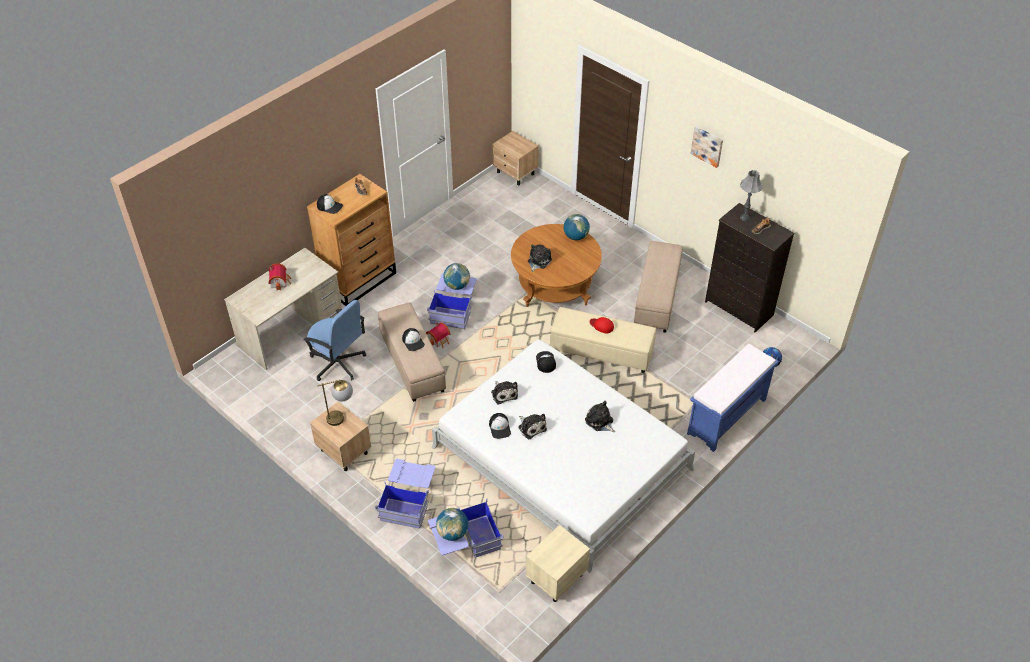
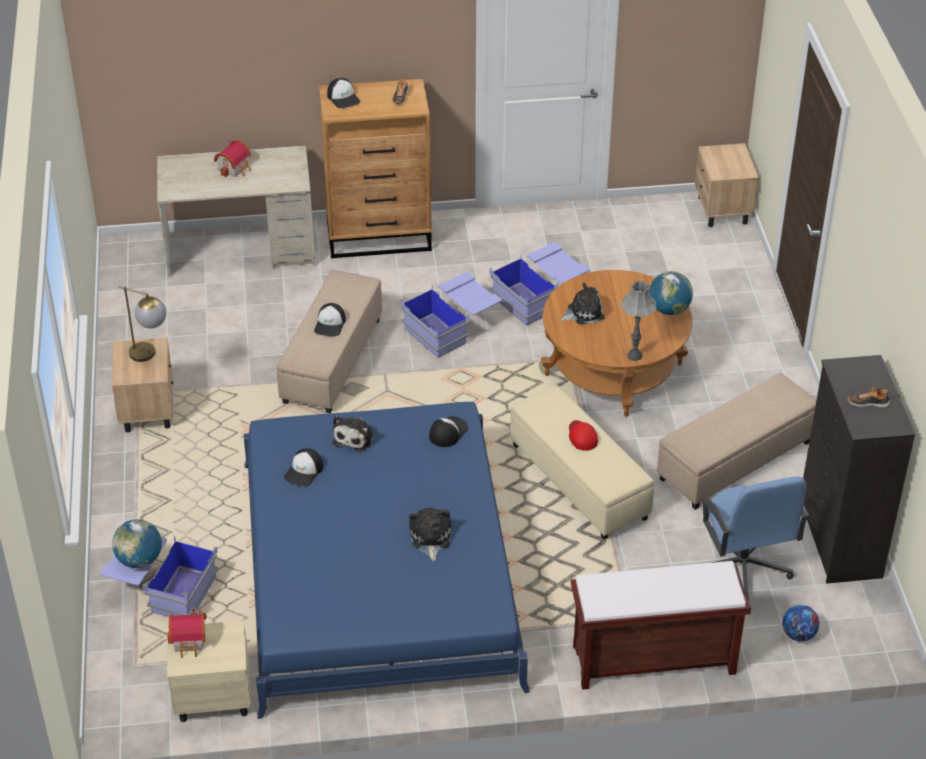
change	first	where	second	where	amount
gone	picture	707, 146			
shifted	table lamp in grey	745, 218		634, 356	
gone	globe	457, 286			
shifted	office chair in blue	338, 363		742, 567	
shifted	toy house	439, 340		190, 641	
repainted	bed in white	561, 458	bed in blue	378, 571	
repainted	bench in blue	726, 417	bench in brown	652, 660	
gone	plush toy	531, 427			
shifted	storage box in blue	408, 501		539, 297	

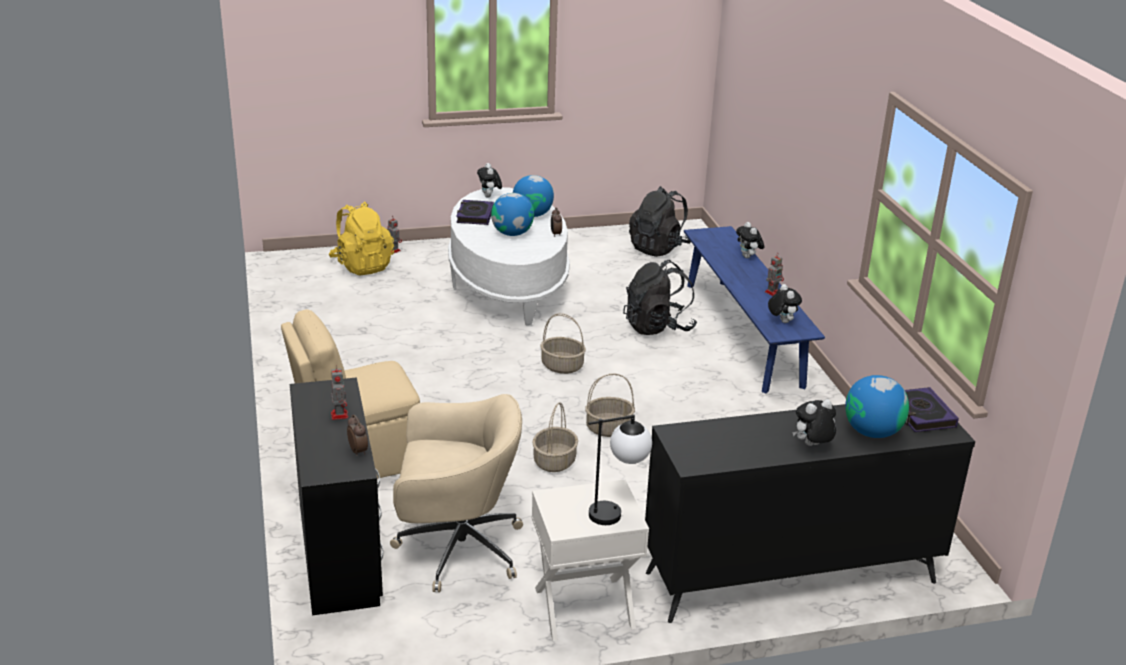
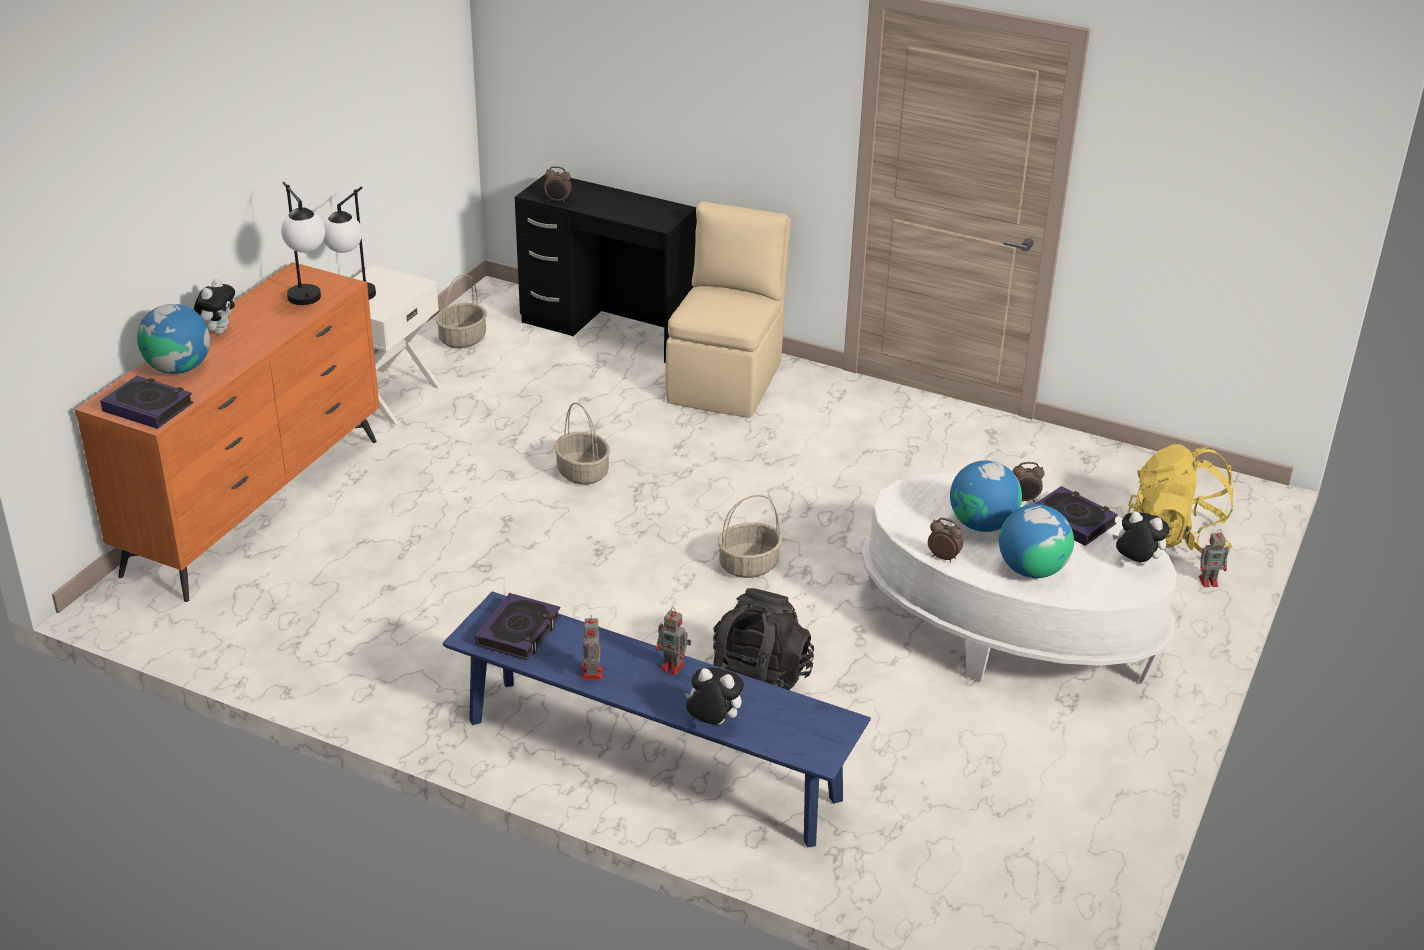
change	first	where	second	where	amount
gone	backpack in black	658, 248			
swapped	plush toy	781, 321	book	519, 632	
shifted	toy robot	339, 414		673, 667	
shifted	basket	608, 429		462, 338	
gone	office chair in beige	456, 549			
repainted	dresser in black	789, 577	dresser in orange	256, 505	
new			table lamp	309, 303	
new			alarm clock	1024, 500	

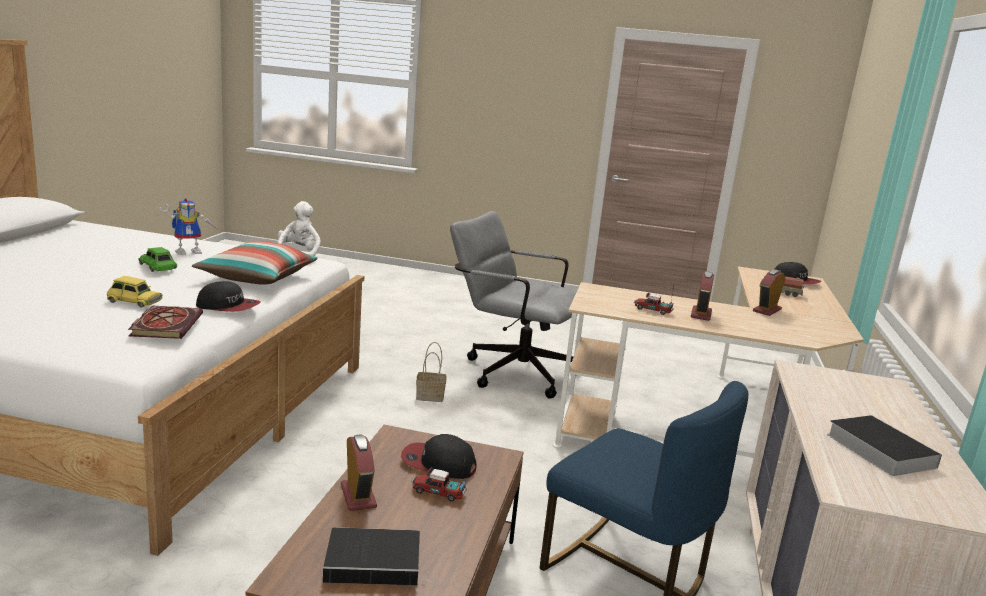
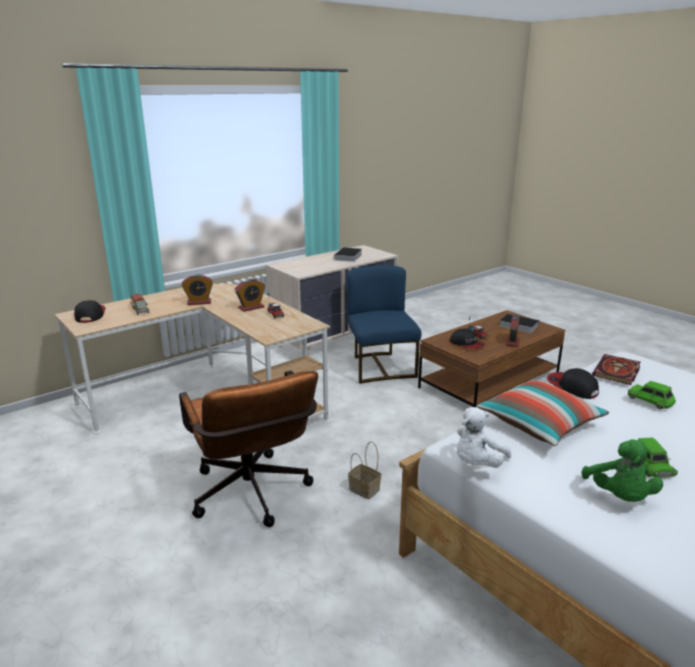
change	first	where	second	where	amount
swapped	toy robot	190, 251	plush toy in green	619, 497	
repainted	office chair in grey	511, 371	office chair in brown	253, 497	
repainted	toy car in yellow	134, 301	toy car in green	650, 400	

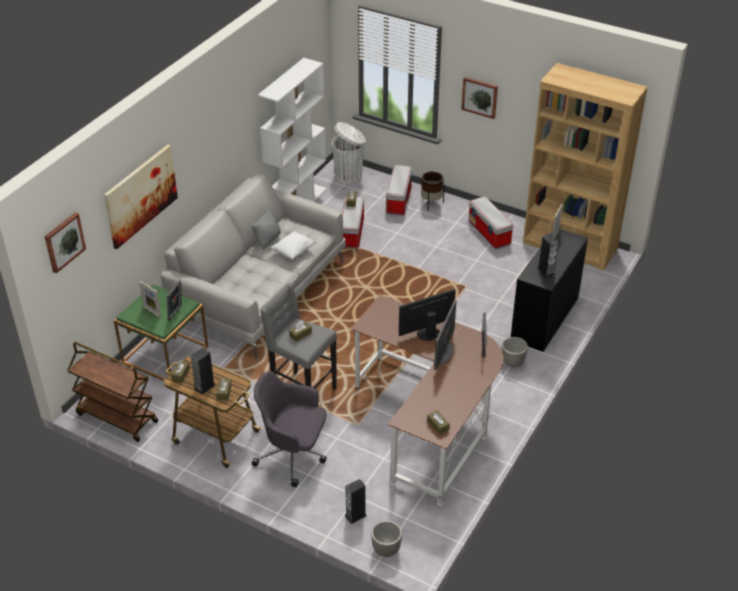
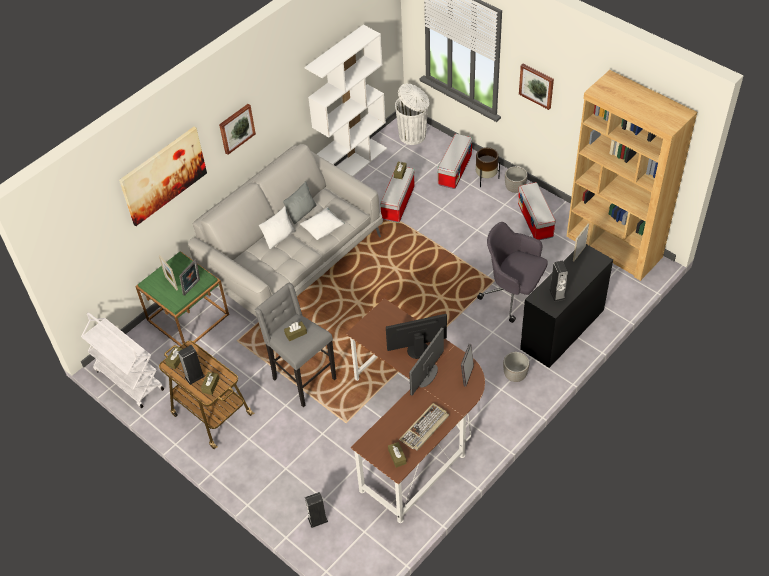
change	first	where	second	where	amount
shifted	picture	64, 242		236, 128	
repainted	cart in brown	116, 418	cart in white	128, 379	
shifted	office chair in grey	293, 455		513, 294	
shifted	planter	386, 550		515, 189	
new			pillow in white	279, 237	
new			keyboard	425, 428	

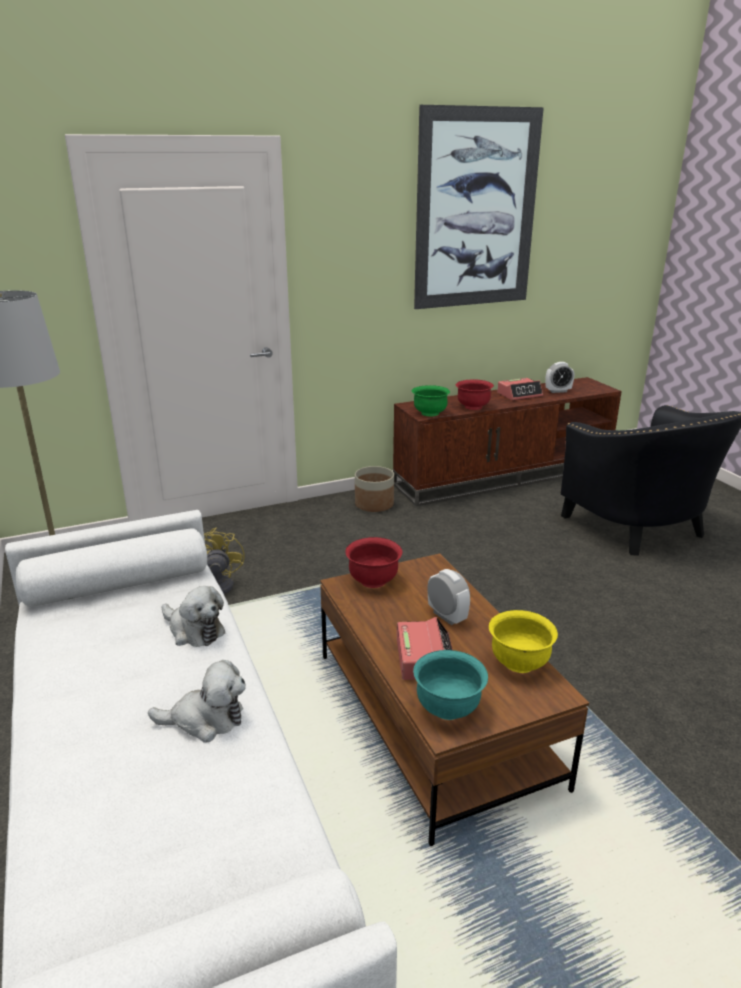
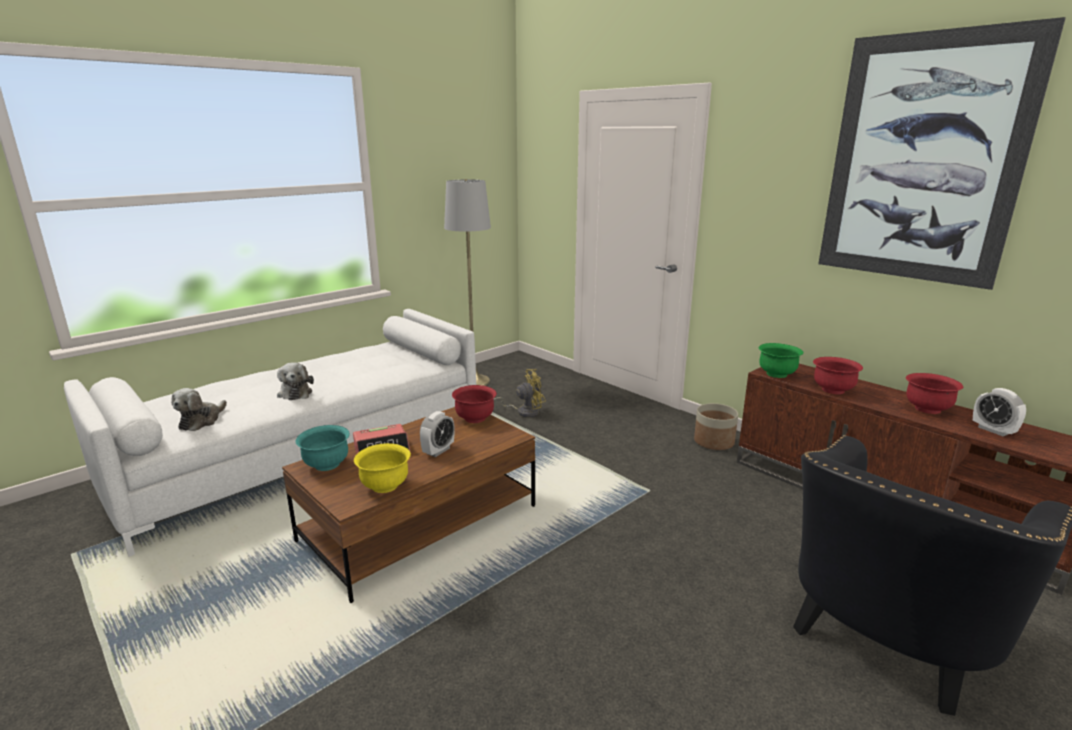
change	first	where	second	where	amount
swapped	alarm clock	519, 394	bowl in red	927, 409	
shifted	plush toy	194, 630		201, 421	

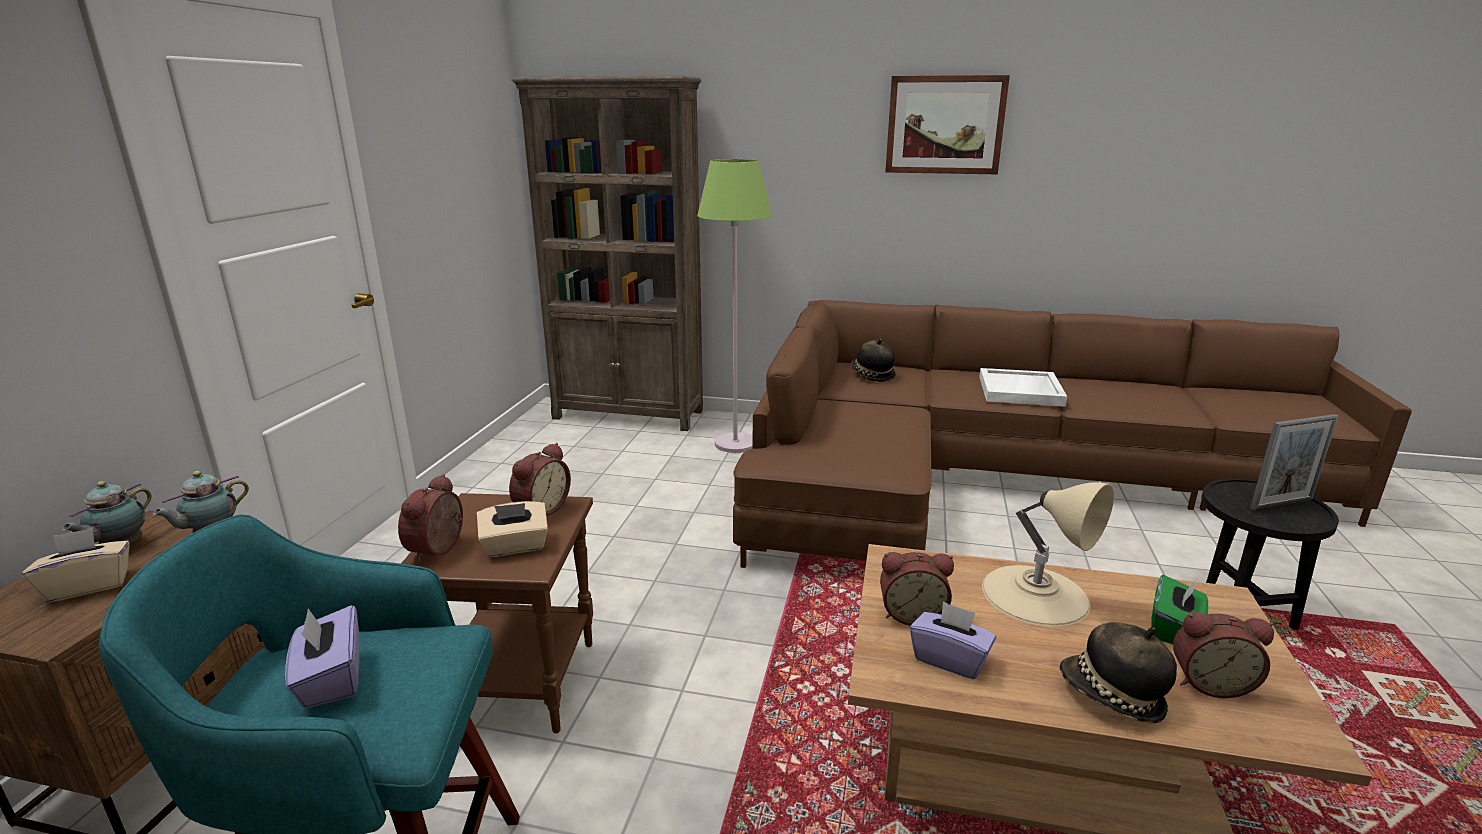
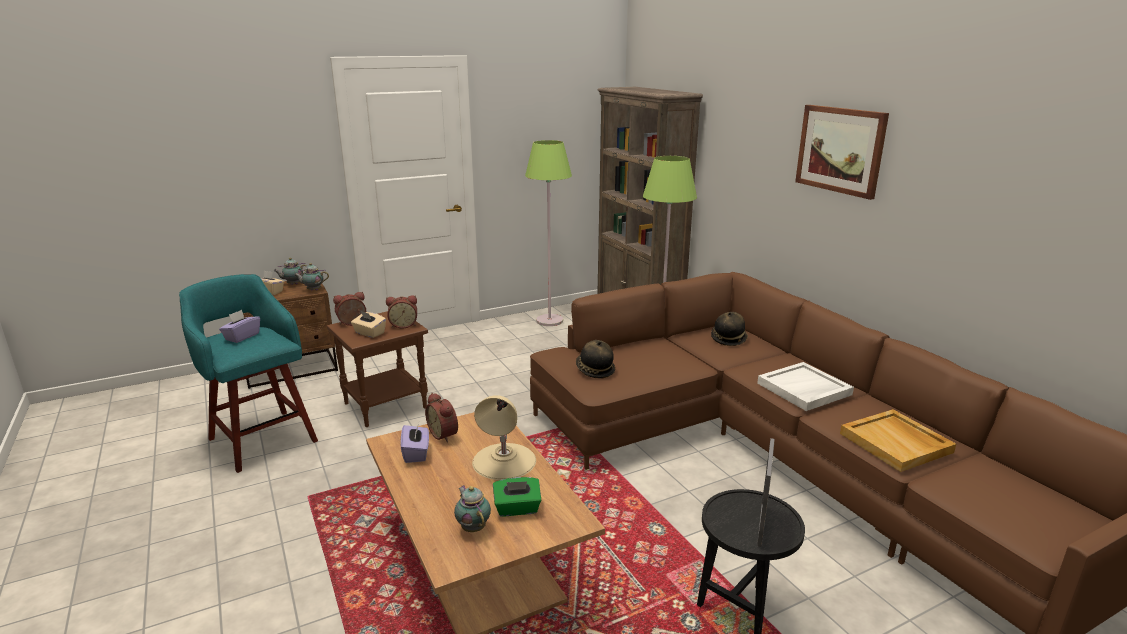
change	first	where	second	where	amount
rotated	picture frame	1281, 503		761, 524	105 degrees counterclockwise
swapped	alarm clock	1209, 682	teapot	473, 527	
shifted	hat	1111, 697		594, 370	
new			floor lamp in green	549, 321	
new			tray in beige	896, 443	

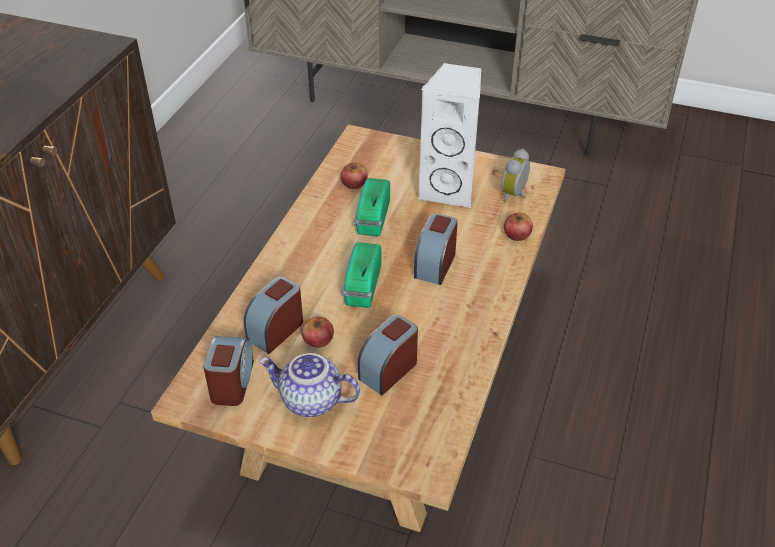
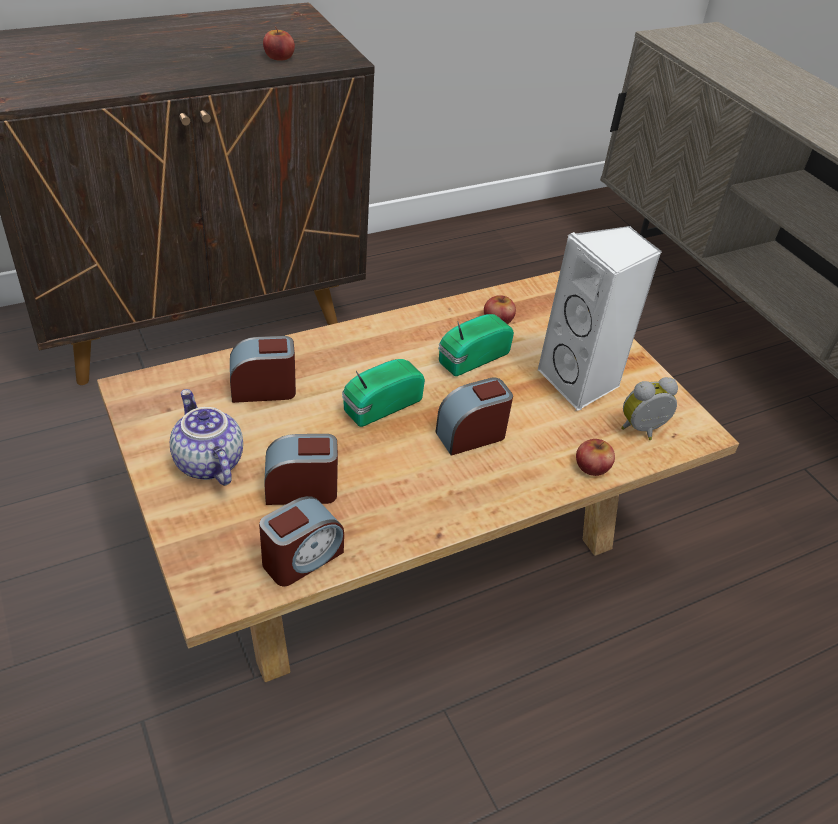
change	first	where	second	where	amount
shifted	apple	318, 339		279, 56	
shifted	alarm clock	232, 382		301, 558	

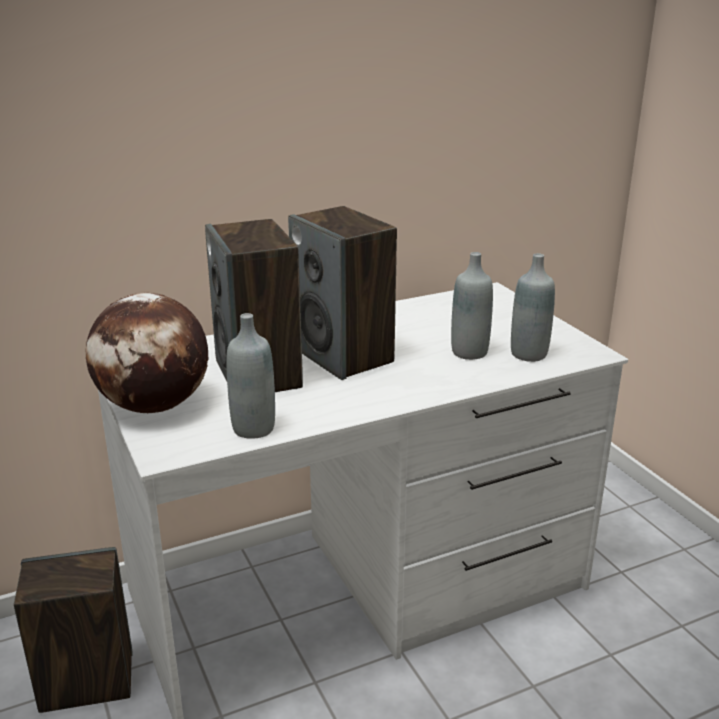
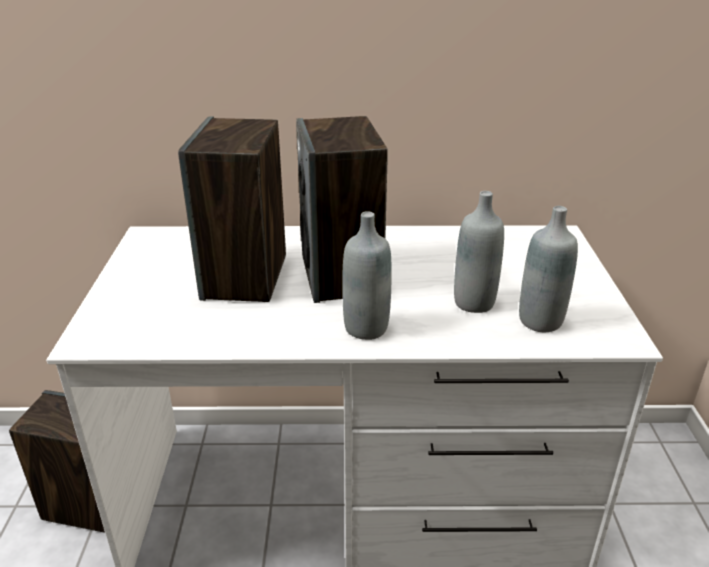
change	first	where	second	where	amount
gone	globe	154, 406			
shifted	bottle in grey	253, 428		366, 328	

